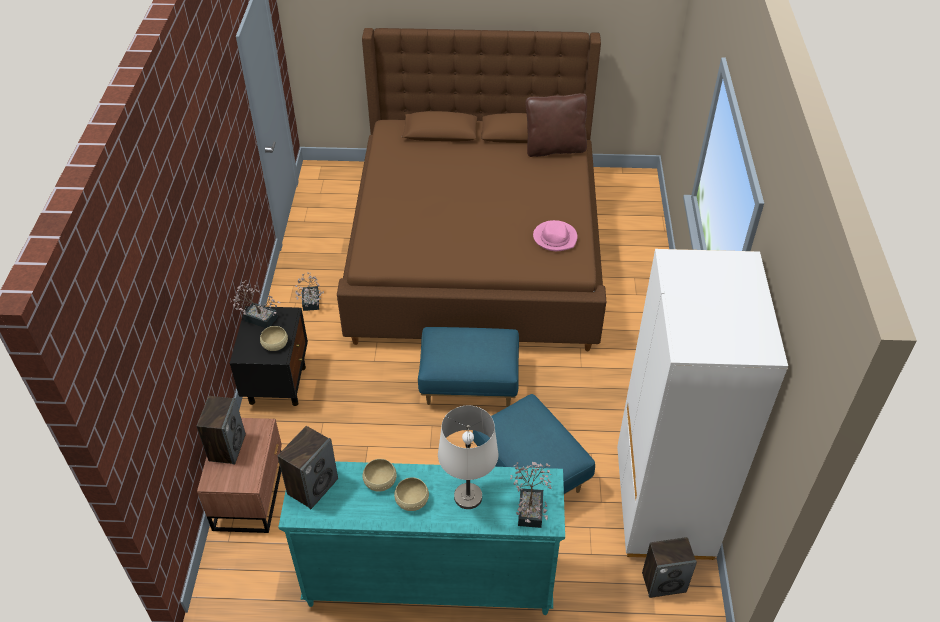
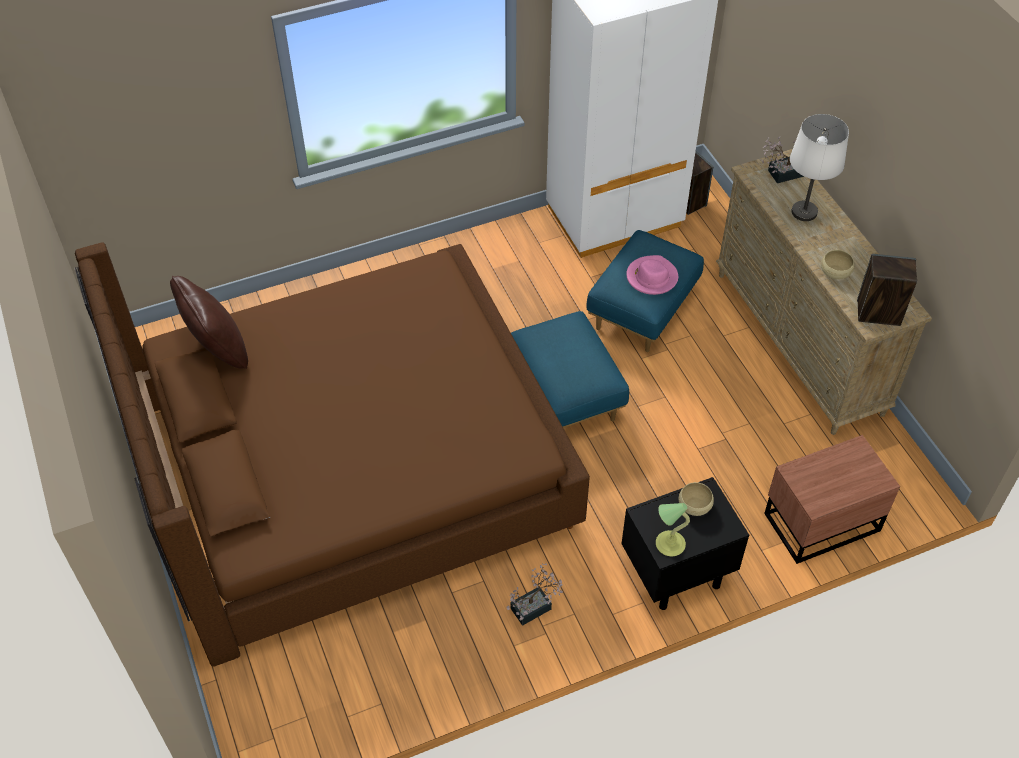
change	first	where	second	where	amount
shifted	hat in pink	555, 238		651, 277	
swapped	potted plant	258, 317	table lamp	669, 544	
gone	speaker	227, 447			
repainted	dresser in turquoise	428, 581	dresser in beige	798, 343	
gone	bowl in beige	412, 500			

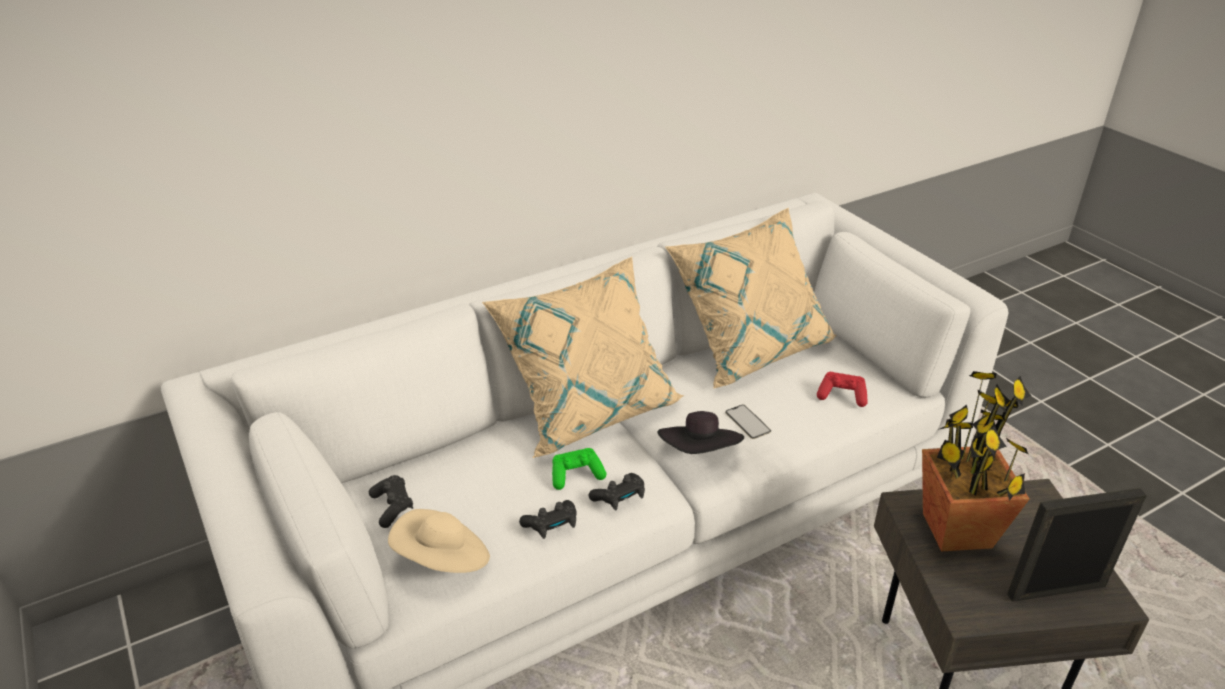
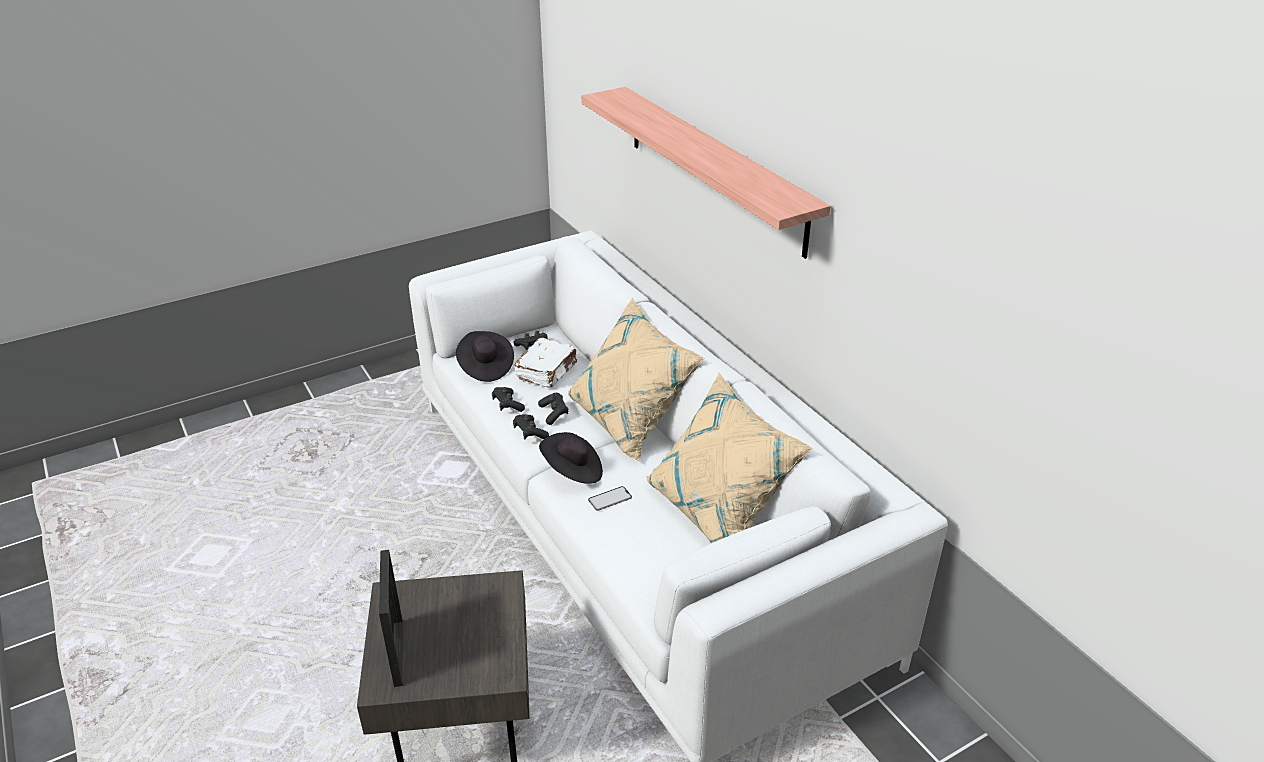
change	first	where	second	where	amount
gone	potted plant	957, 531			
gone	game controller in red	842, 396			
repainted	game controller in green	576, 475	game controller in black	554, 413	
repainted	hat in beige	443, 560	hat in black	485, 367	
new			shelf	714, 168	
new			book in white	547, 372	

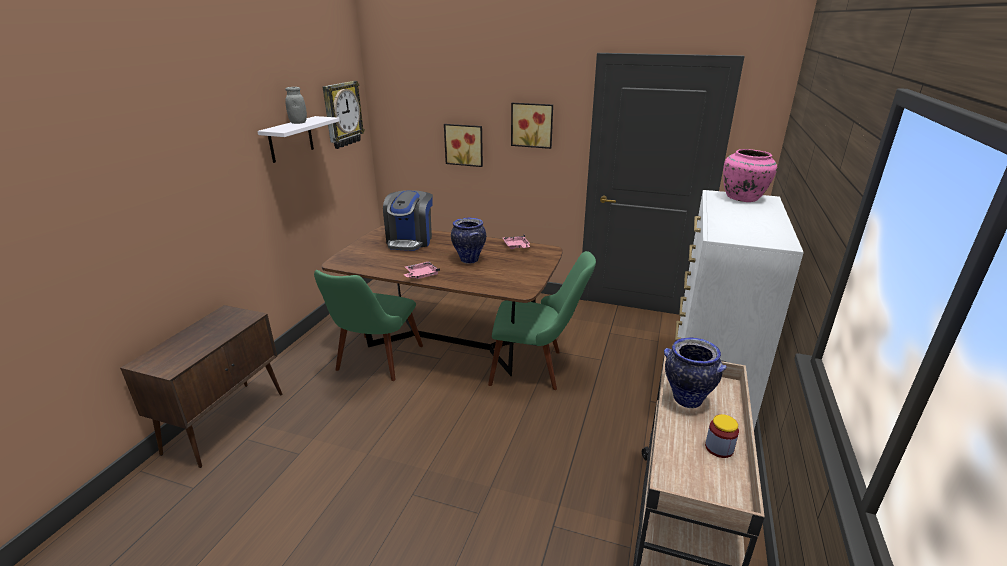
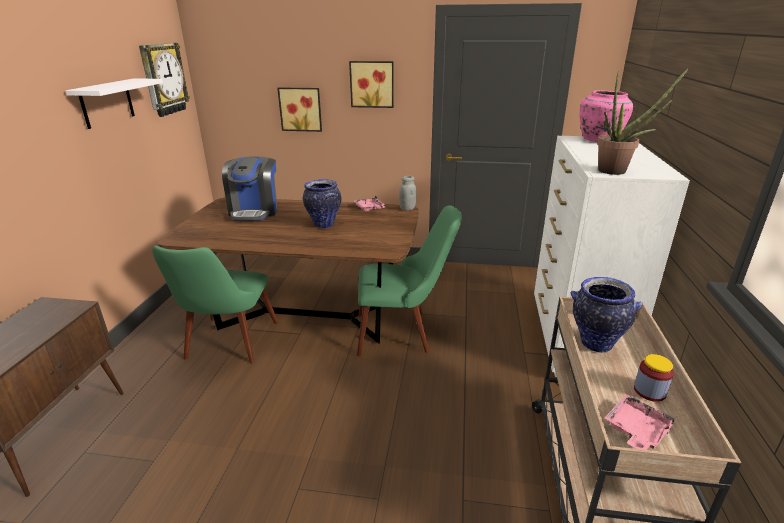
change	first	where	second	where	amount
shifted	jar in grey	298, 123		407, 209	
shifted	tray in pink	421, 275		636, 430	
new			potted plant	618, 171	

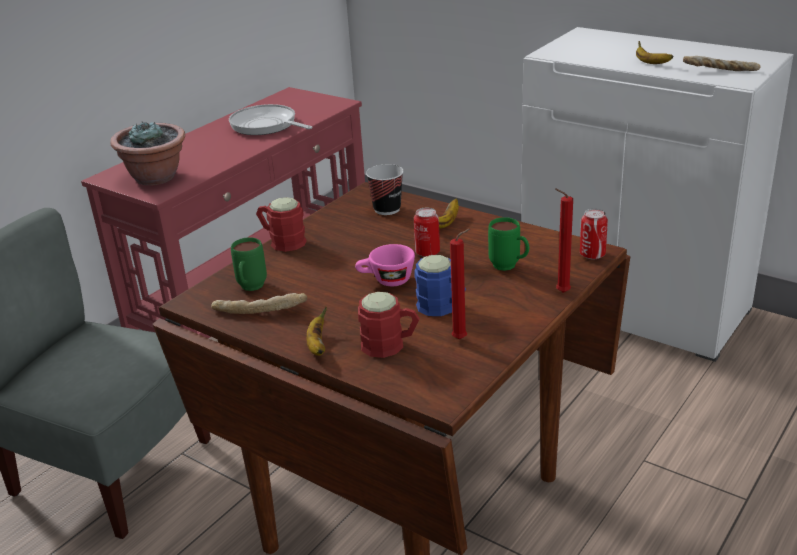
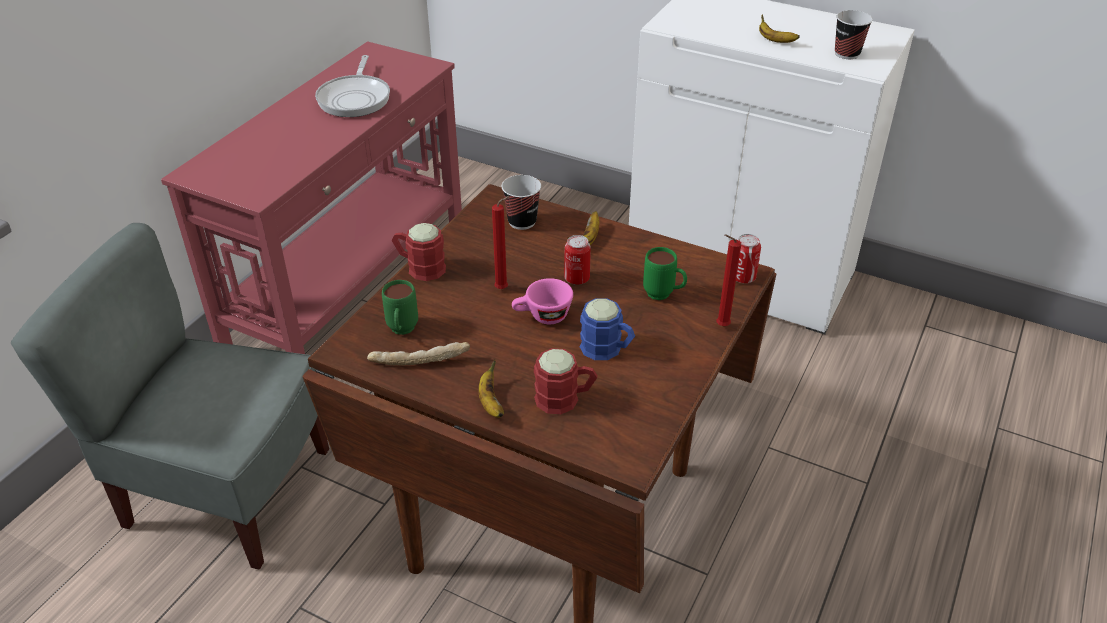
change	first	where	second	where	amount
swapped	bread	720, 71	cup	847, 54	
rotated	frying pan	266, 126		355, 98	120 degrees counterclockwise
gone	potted plant	156, 177			
shifted	candle in red	462, 339		503, 289	

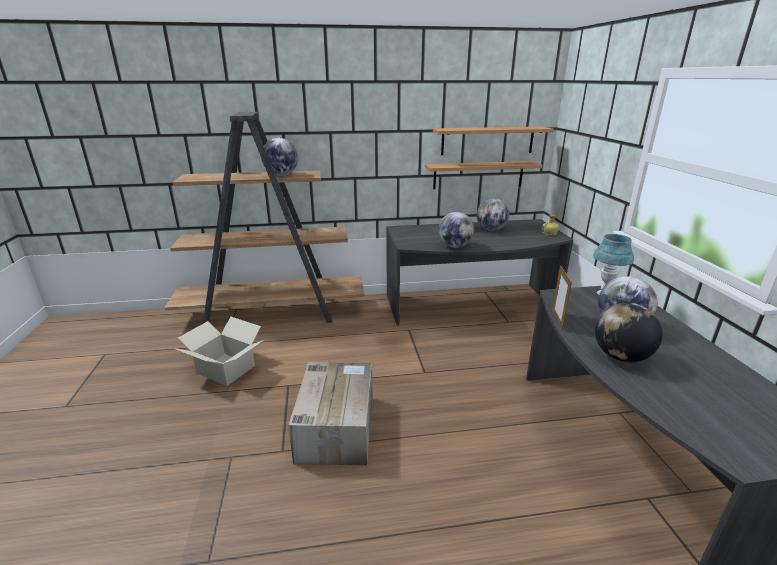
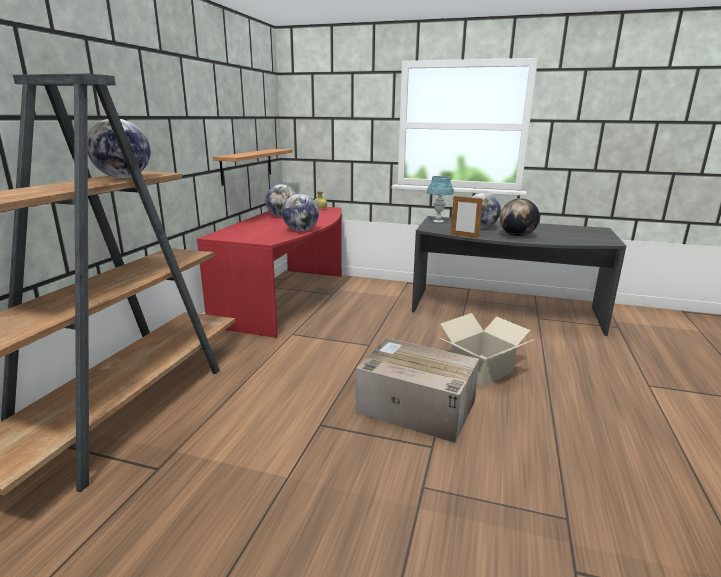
change	first	where	second	where	amount
gone	shelf	487, 140			
repainted	desk in grey	471, 306	desk in red	288, 298	
shifted	cardboard box	225, 369		482, 370	

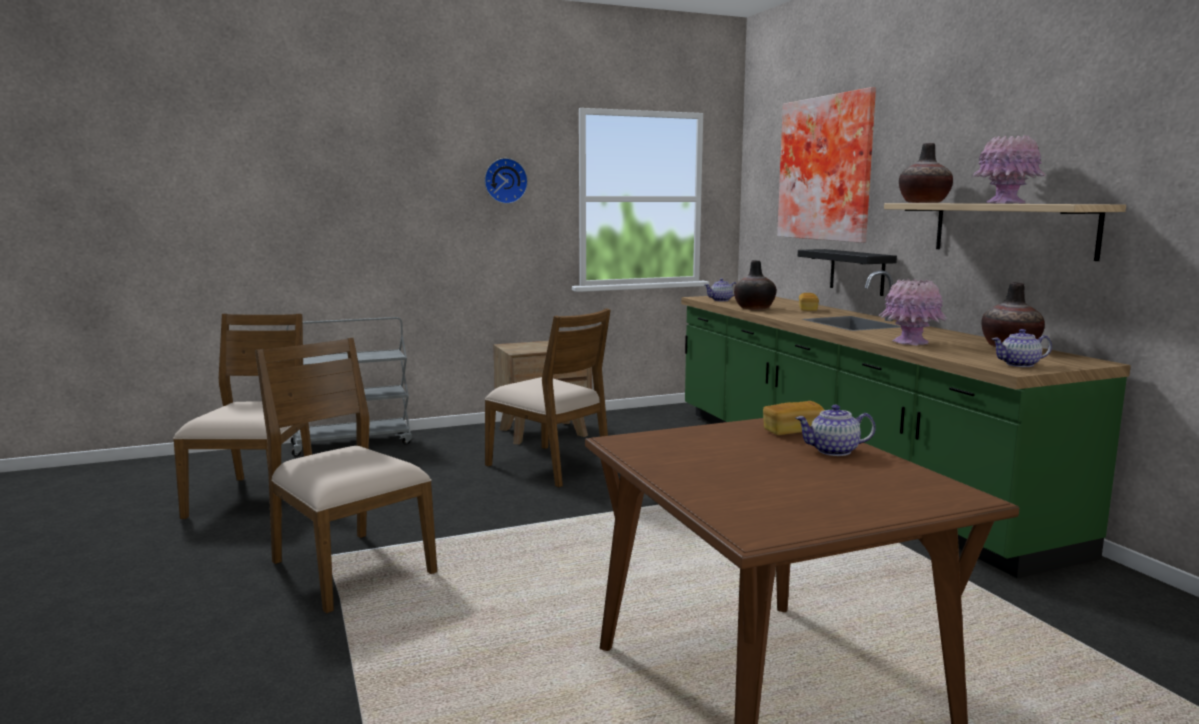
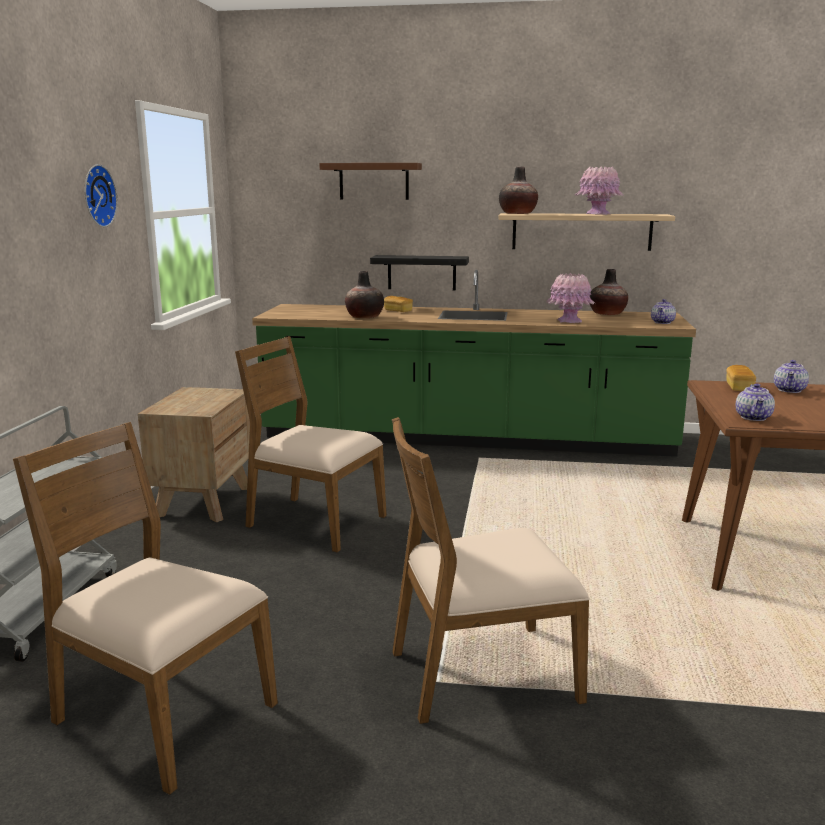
change	first	where	second	where	amount
swapped	picture	828, 169	shelf in brown	374, 181	
shifted	teapot	721, 300		754, 417	
rotated	chair in brown	550, 466		314, 522	135 degrees counterclockwise

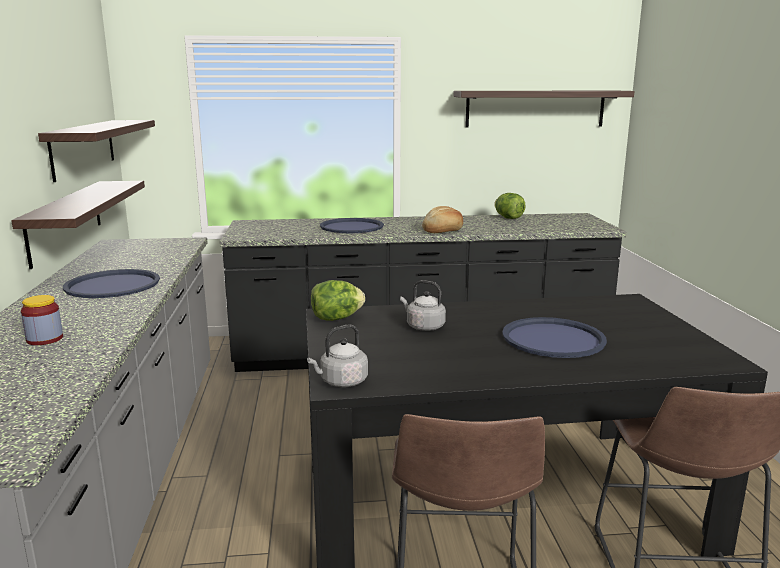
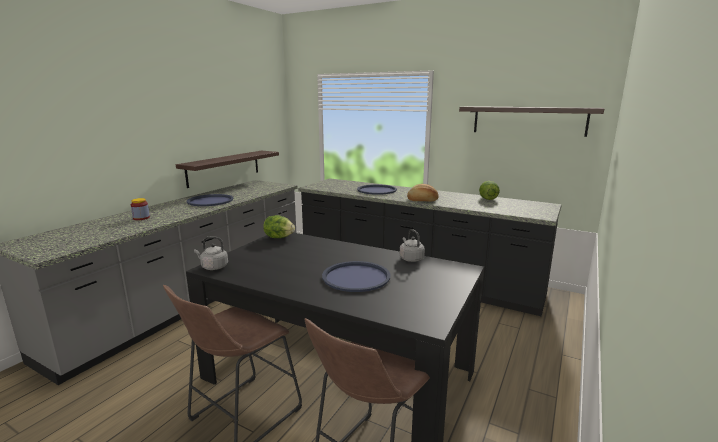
change	first	where	second	where	amount
gone	shelf	83, 148			
shifted	kettle in grey	423, 326		410, 258	

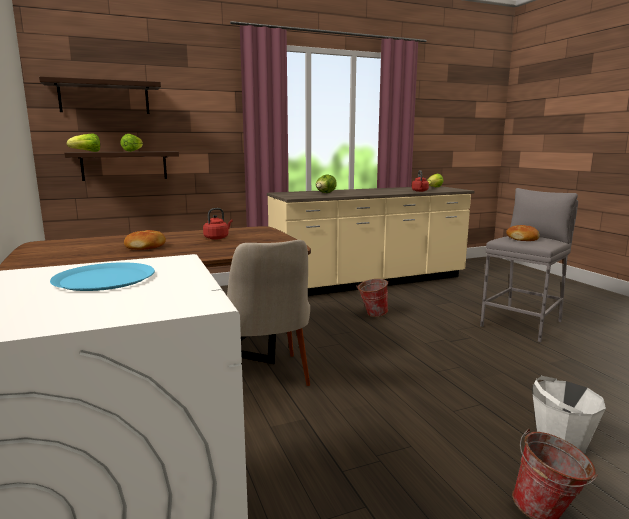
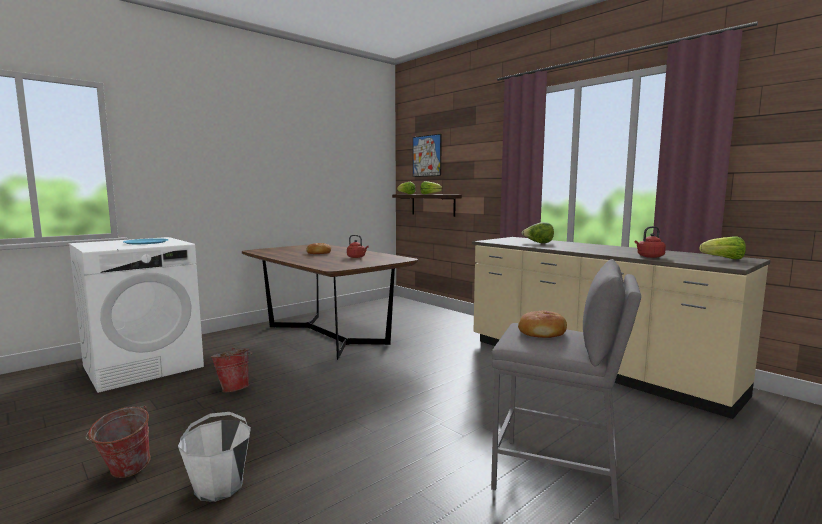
change	first	where	second	where	amount
swapped	shelf	104, 98	picture	427, 156	
gone	chair in beige	265, 383			
shifted	bucket	372, 314		234, 388	

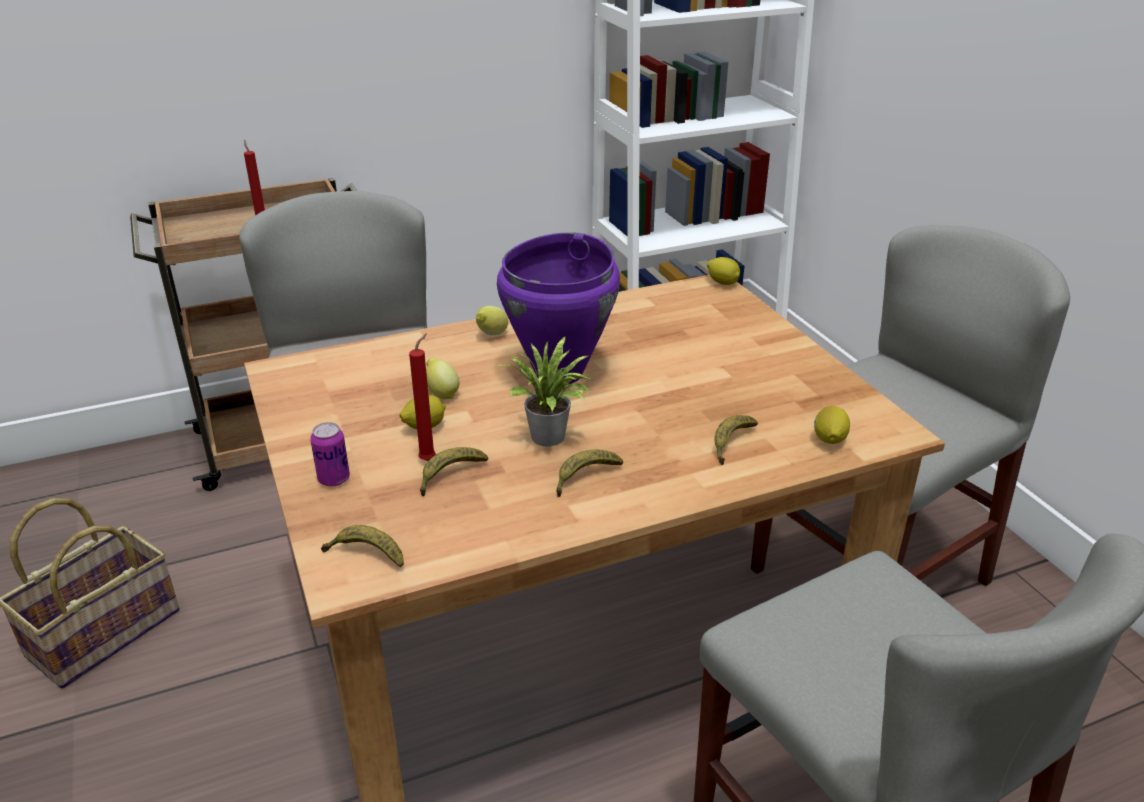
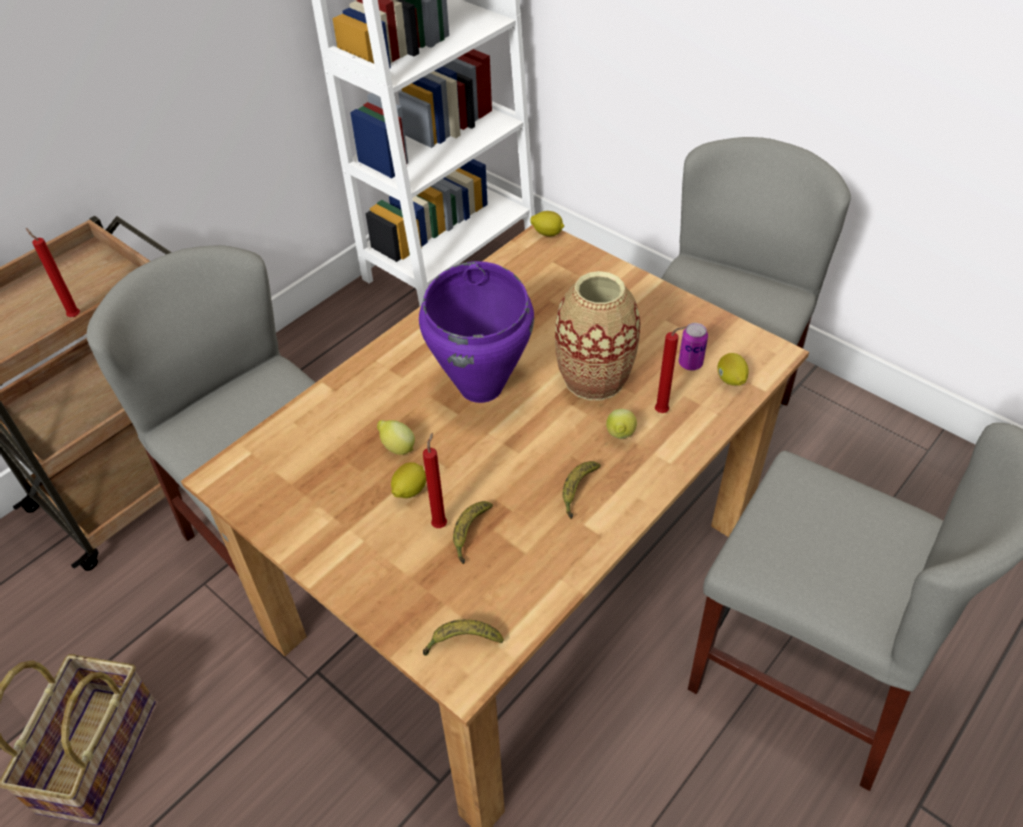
change	first	where	second	where	amount
shifted	lemon	491, 335		620, 436	
gone	potted plant	550, 439			
swapped	banana	731, 444	candle in red	663, 412	
shifted	can	334, 479		690, 363	
new			vase	594, 379	

